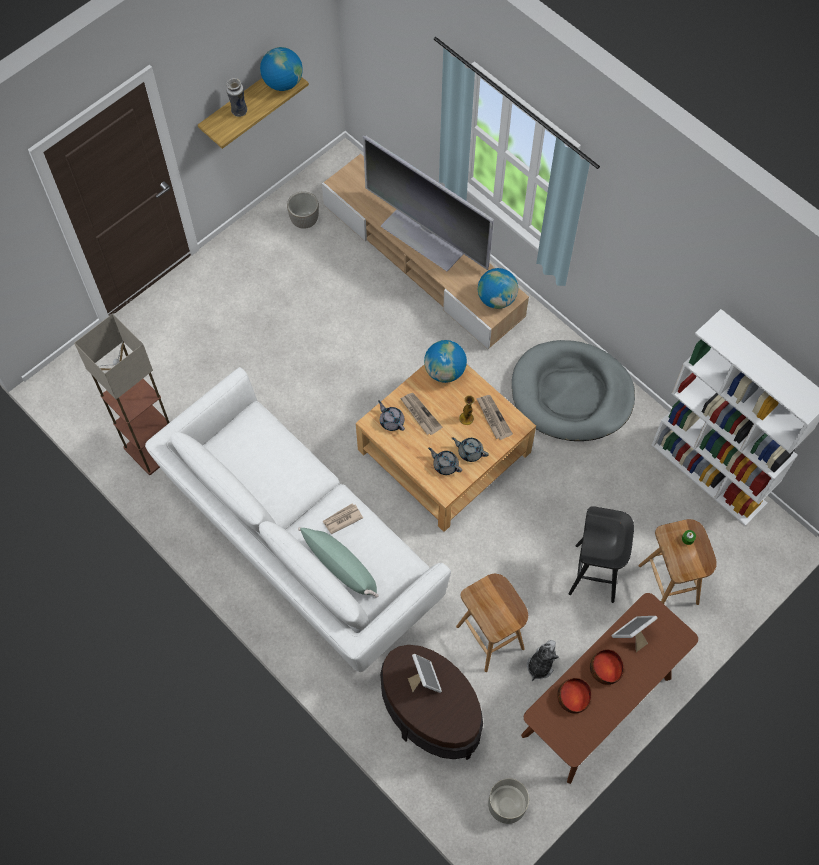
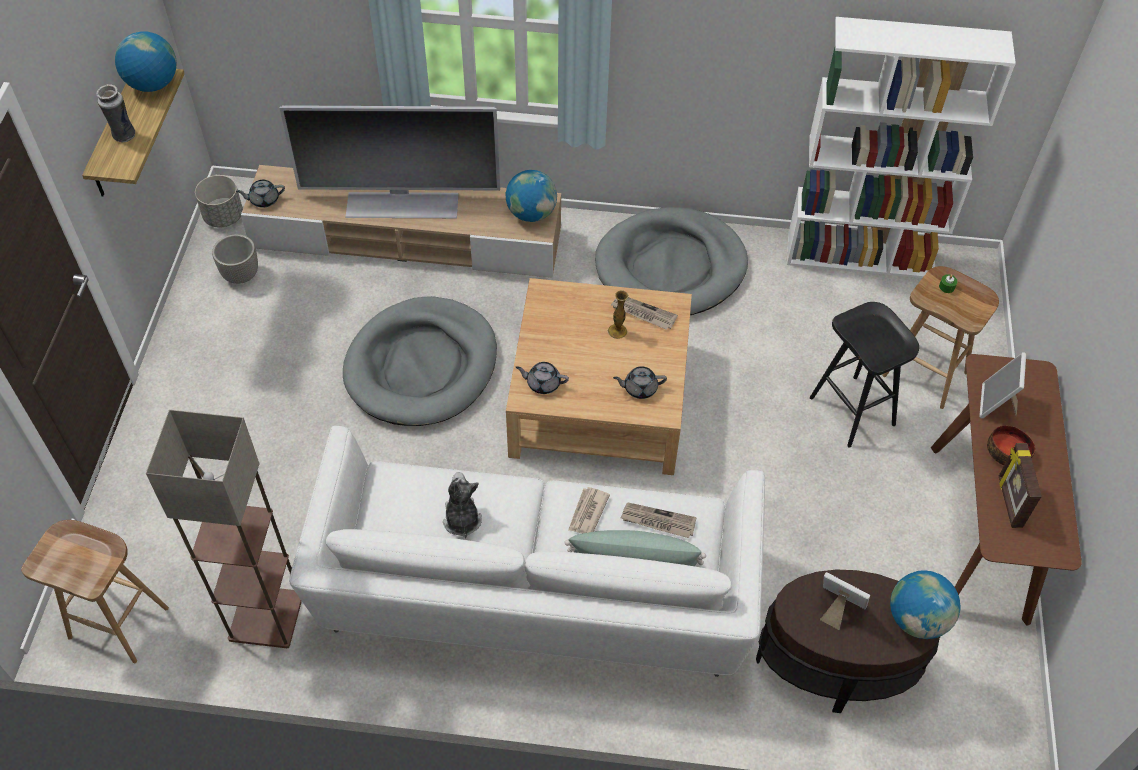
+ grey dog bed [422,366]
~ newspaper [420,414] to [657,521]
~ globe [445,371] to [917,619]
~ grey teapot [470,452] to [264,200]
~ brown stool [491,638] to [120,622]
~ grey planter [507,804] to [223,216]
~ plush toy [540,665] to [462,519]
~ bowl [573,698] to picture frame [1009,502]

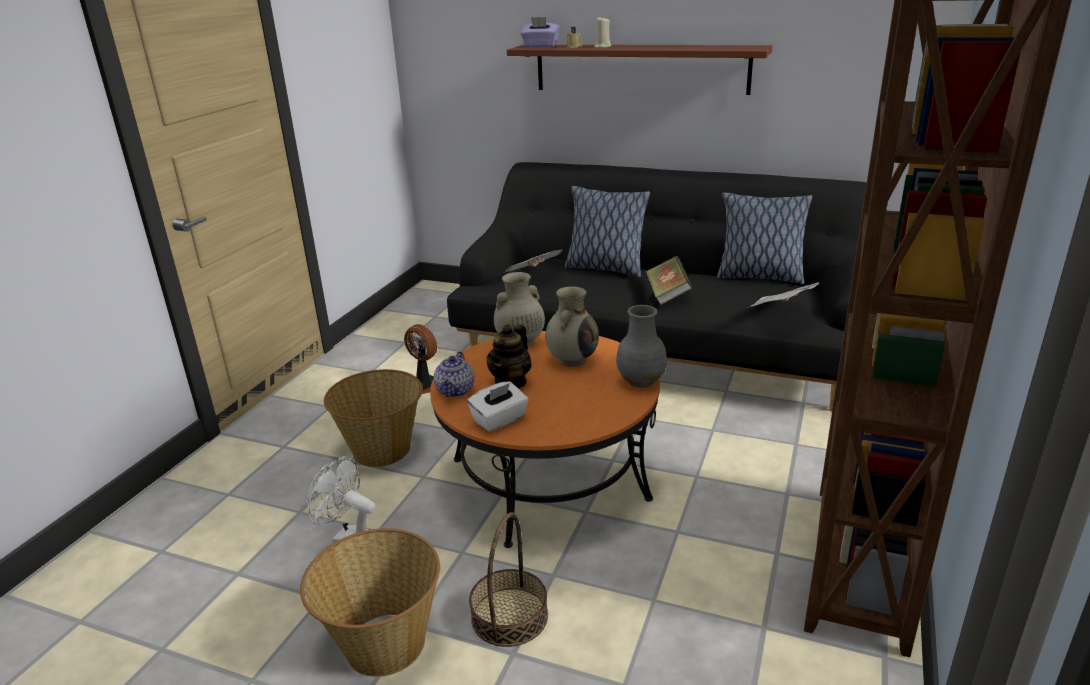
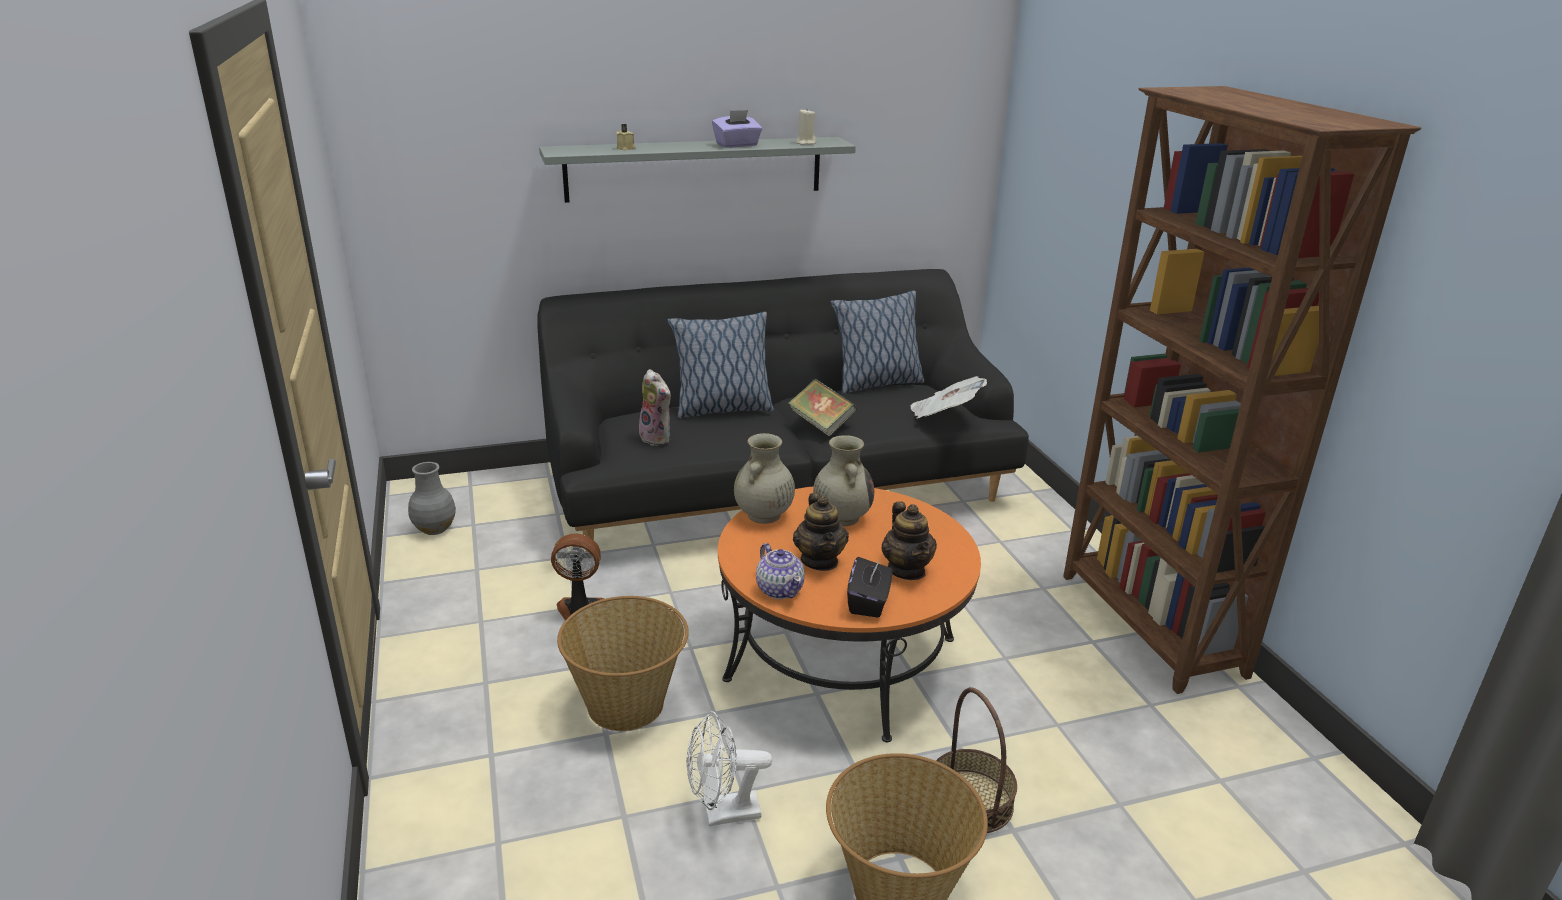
+ teapot [907,570]
~ purple tissue box [540,46] to [737,145]
~ beige candle [602,47] to [805,143]
~ grey vase [641,381] to [435,528]
~ newspaper [533,276] to plush toy [658,438]
~ white tissue box [499,420] to black tissue box [868,602]
~ brown shelf [640,68] to grey shelf [695,168]

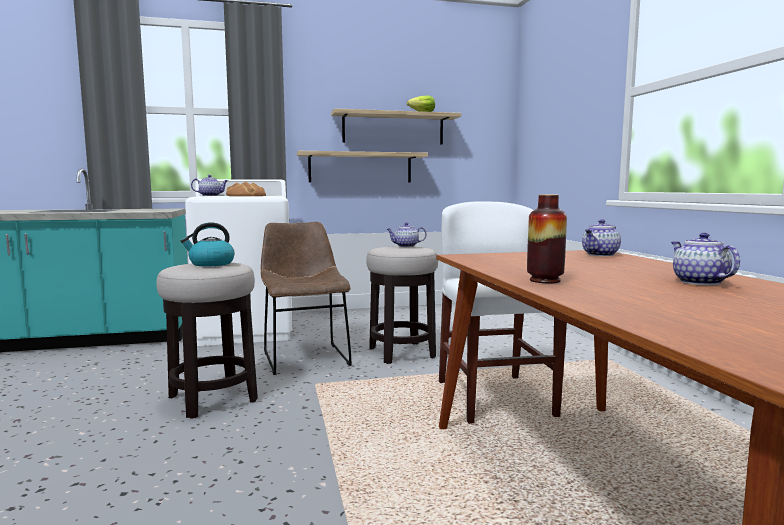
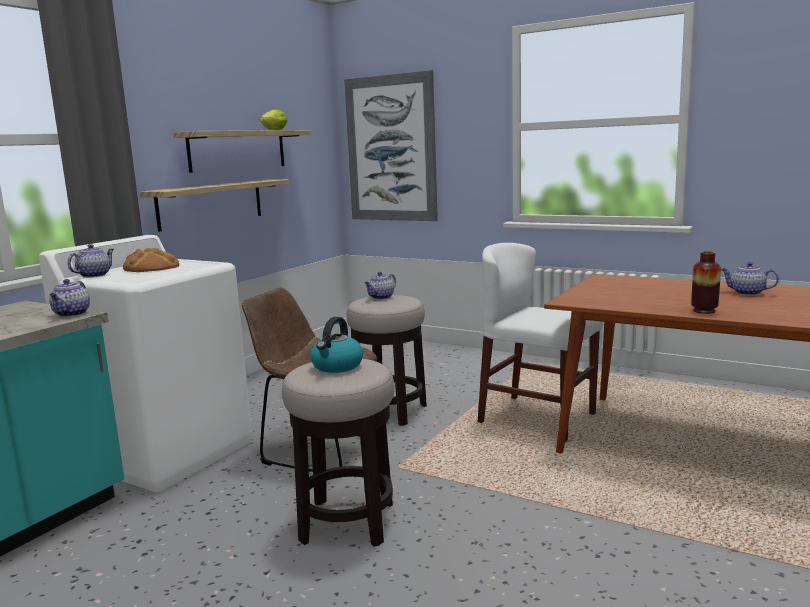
+ picture [391,149]
~ teapot [600,255] to [72,314]

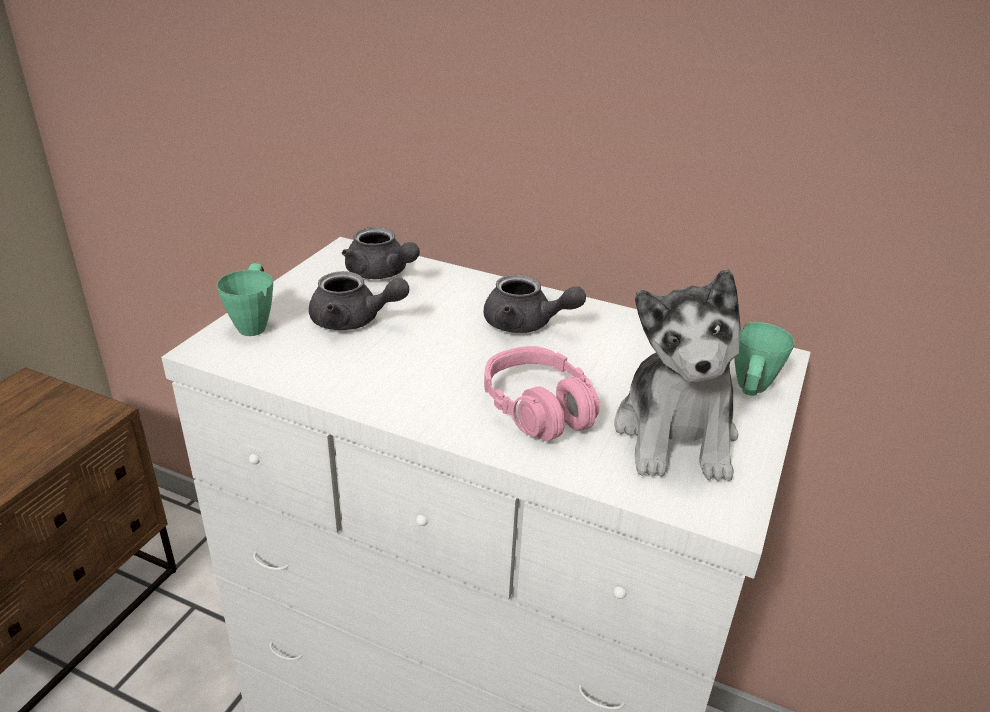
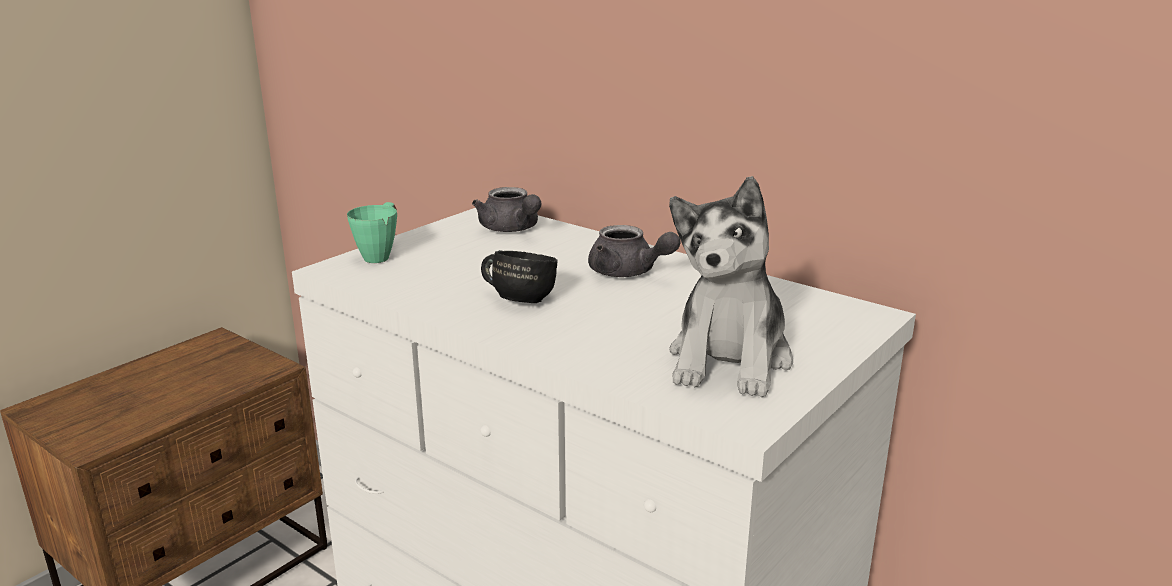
- grey teapot [354,321]
- pink headphones [538,409]
- green mug [750,392]
+ black mug [519,298]

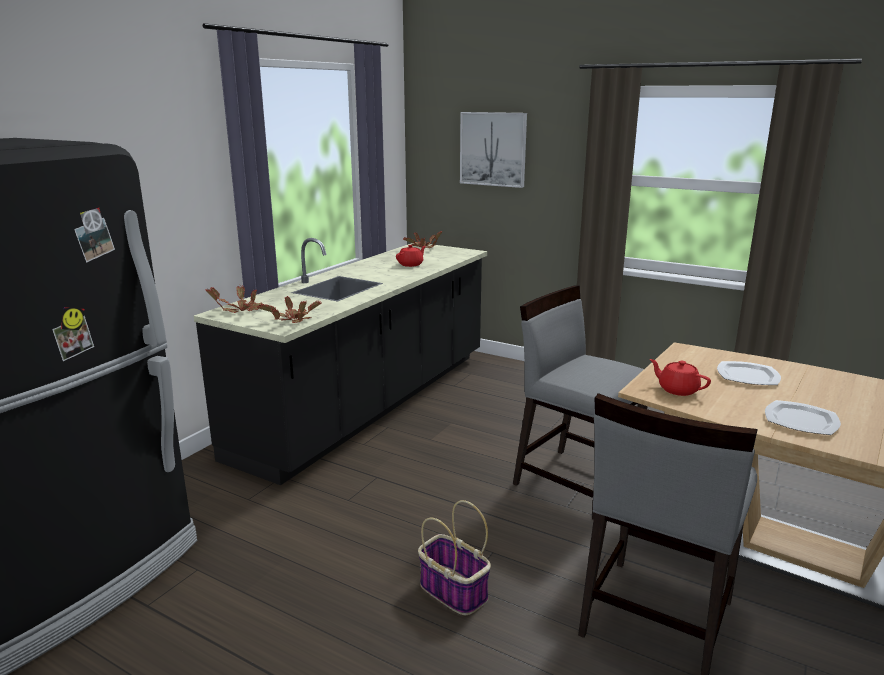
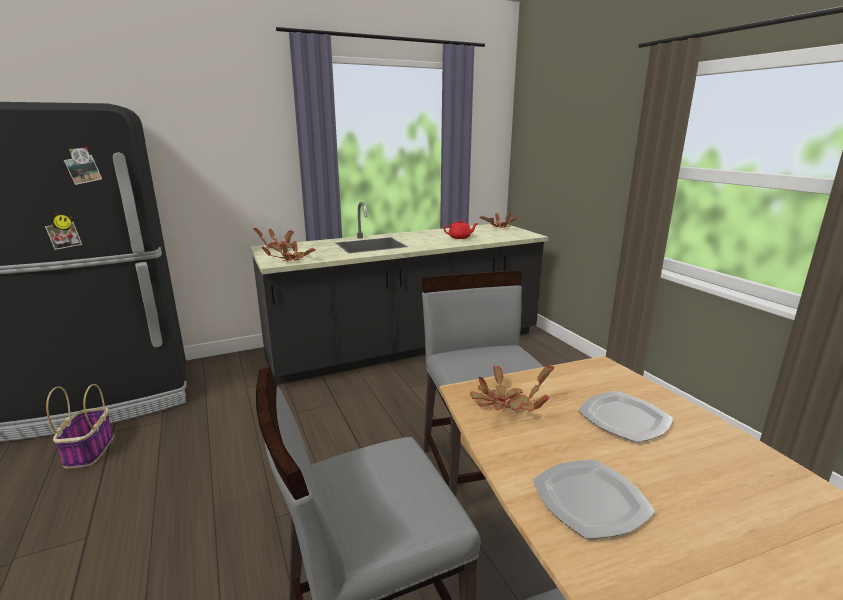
- picture [493,149]
~ basket [452,591] to [89,450]
~ red teapot [677,390] to potted plant [504,404]

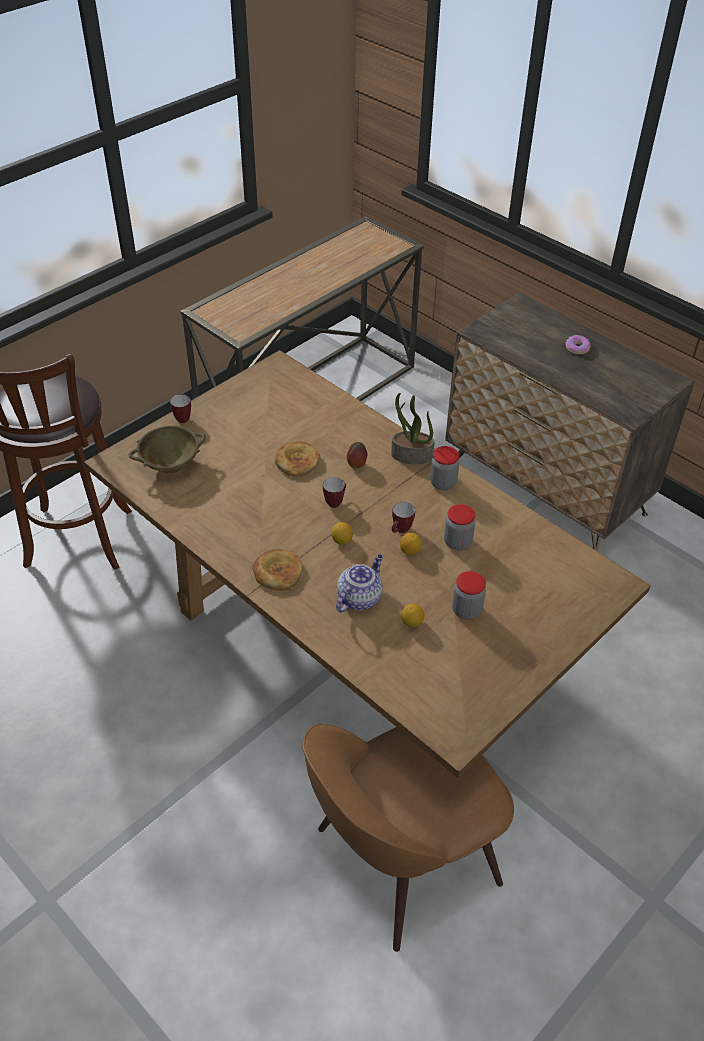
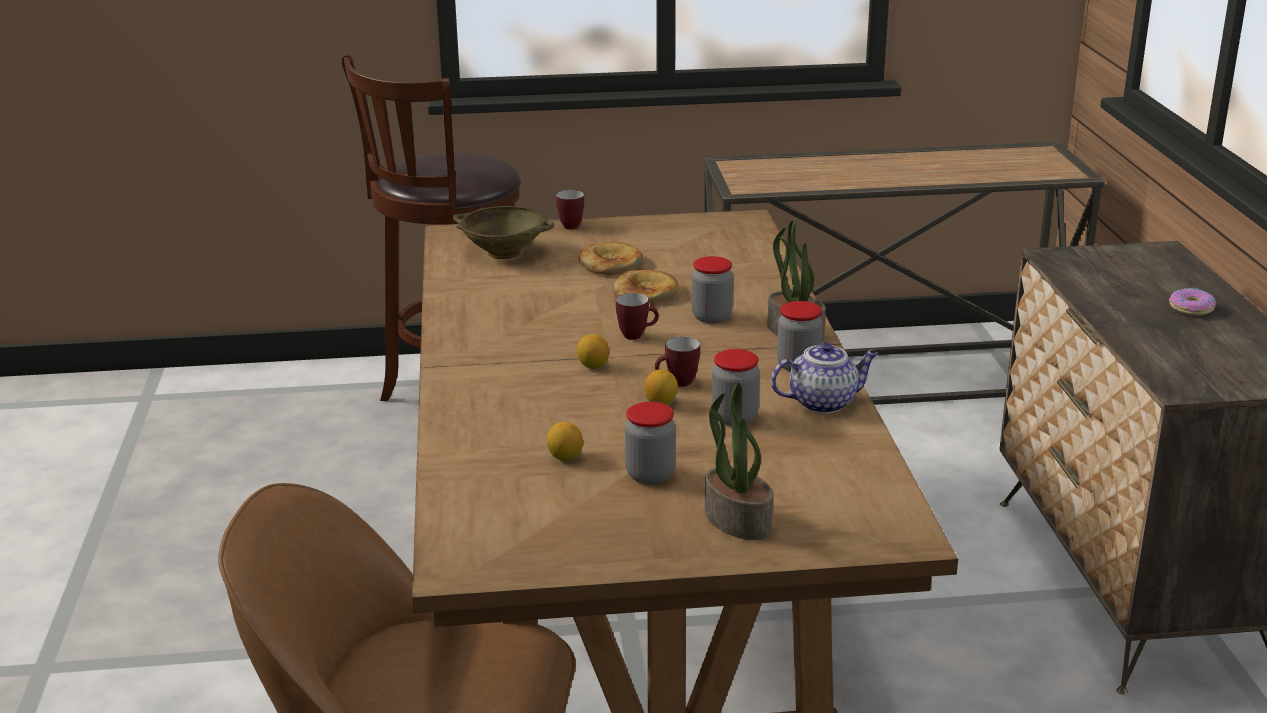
+ potted plant [735,520]
~ bread [278,572] to [610,263]
~ teapot [359,598] to [824,402]
~ apple [356,465] to jar [711,317]

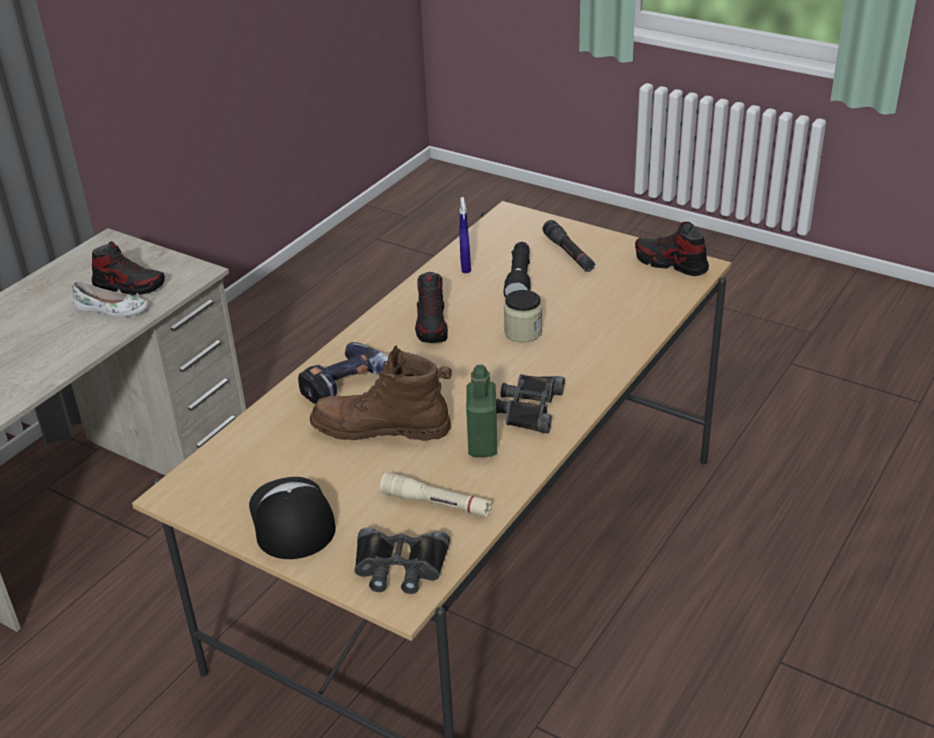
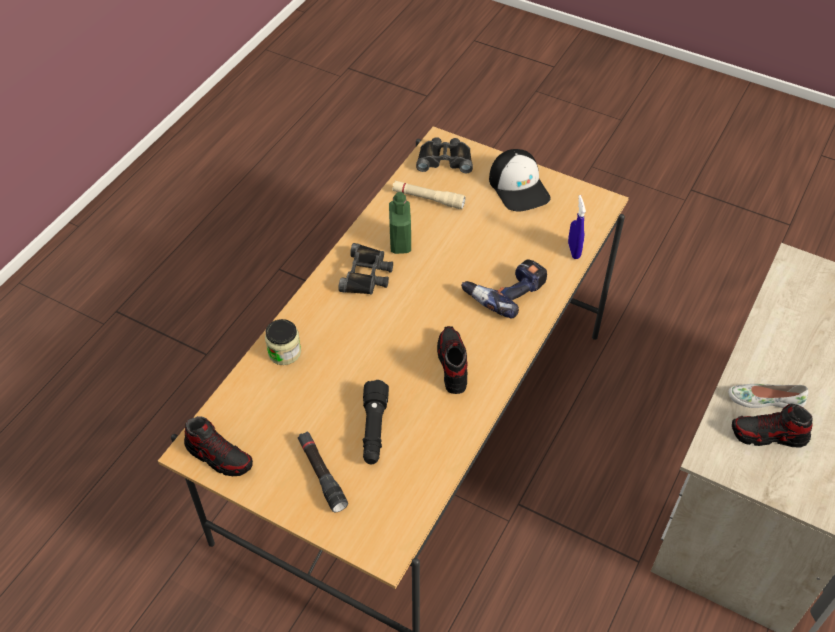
- brown boot [381,428]
~ blue spray bottle [465,267] to [574,250]
~ jar [523,332] to [284,352]

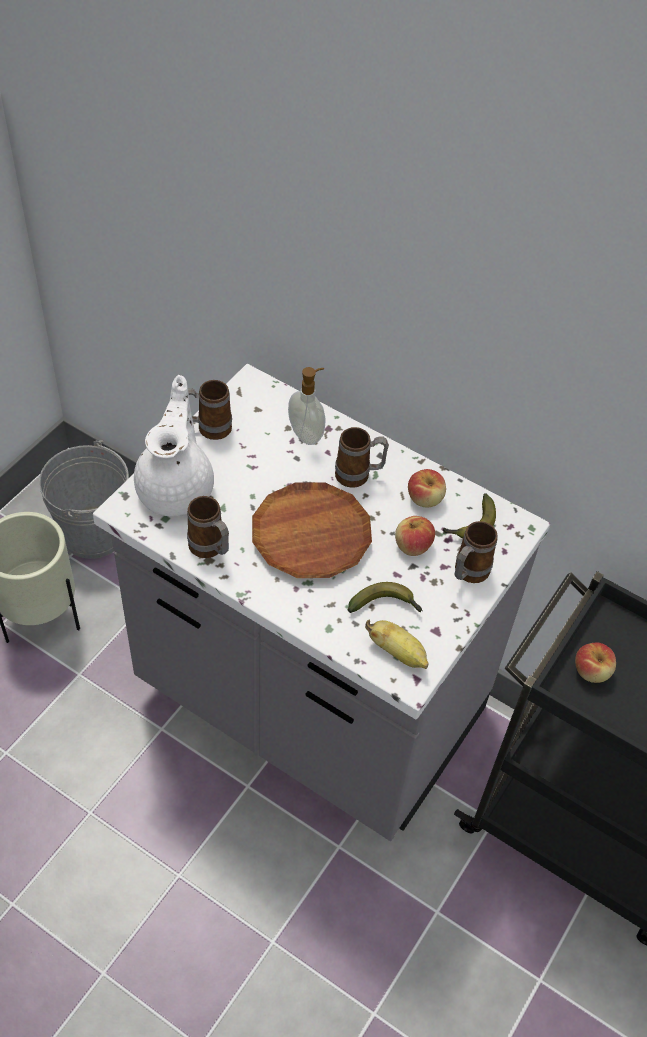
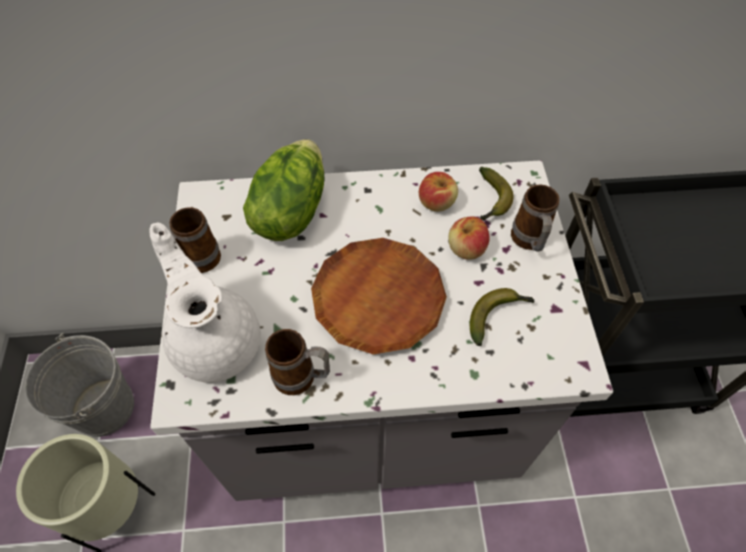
- mug [359,476]
- banana [398,653]
- apple [592,671]
~ soap dispenser [307,434] to lettuce [290,211]

